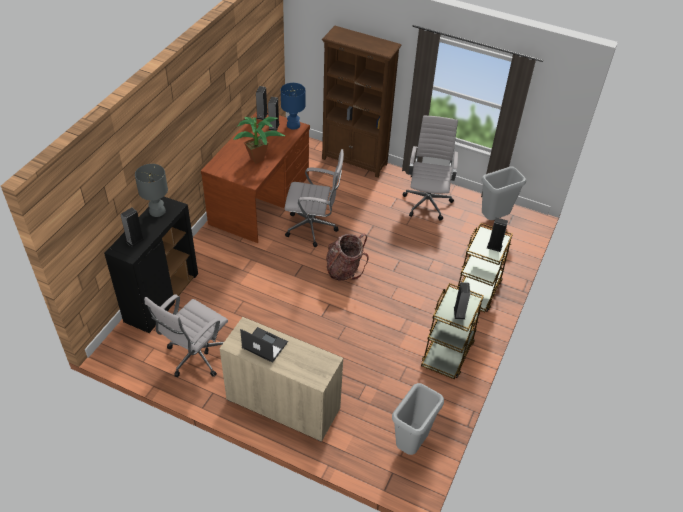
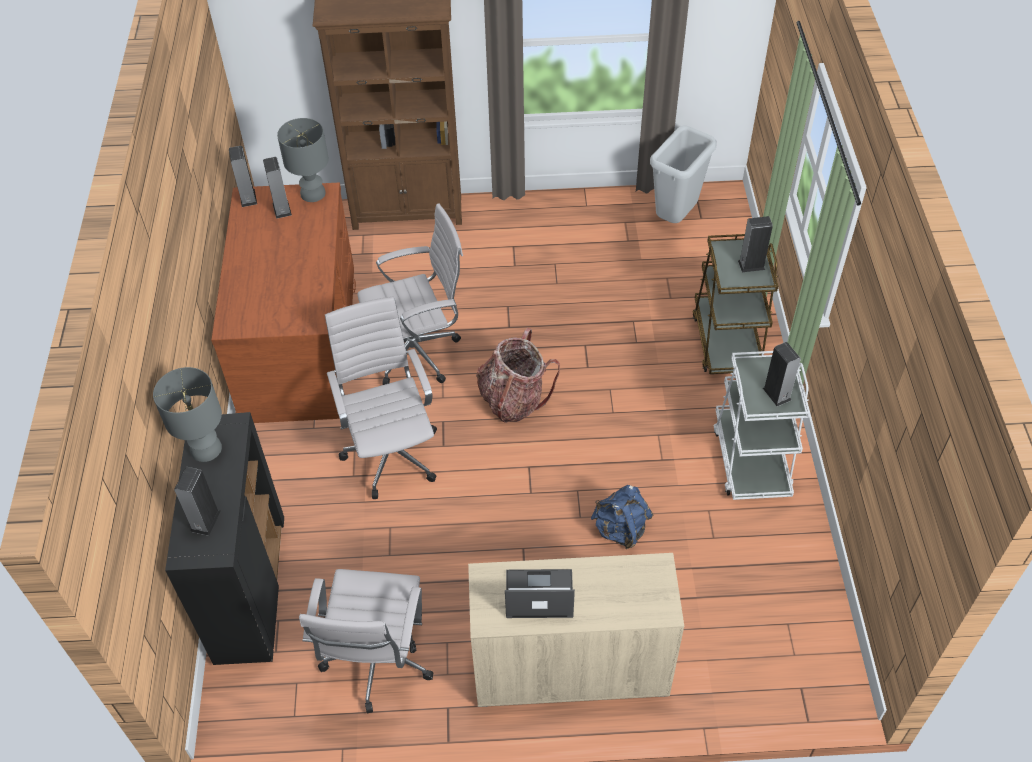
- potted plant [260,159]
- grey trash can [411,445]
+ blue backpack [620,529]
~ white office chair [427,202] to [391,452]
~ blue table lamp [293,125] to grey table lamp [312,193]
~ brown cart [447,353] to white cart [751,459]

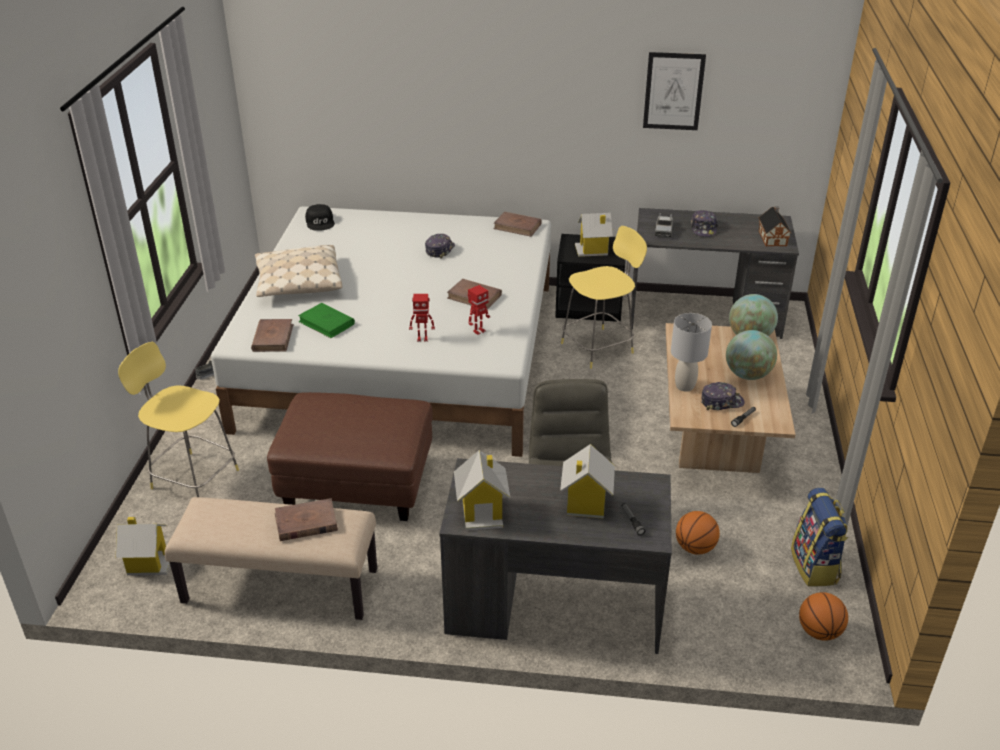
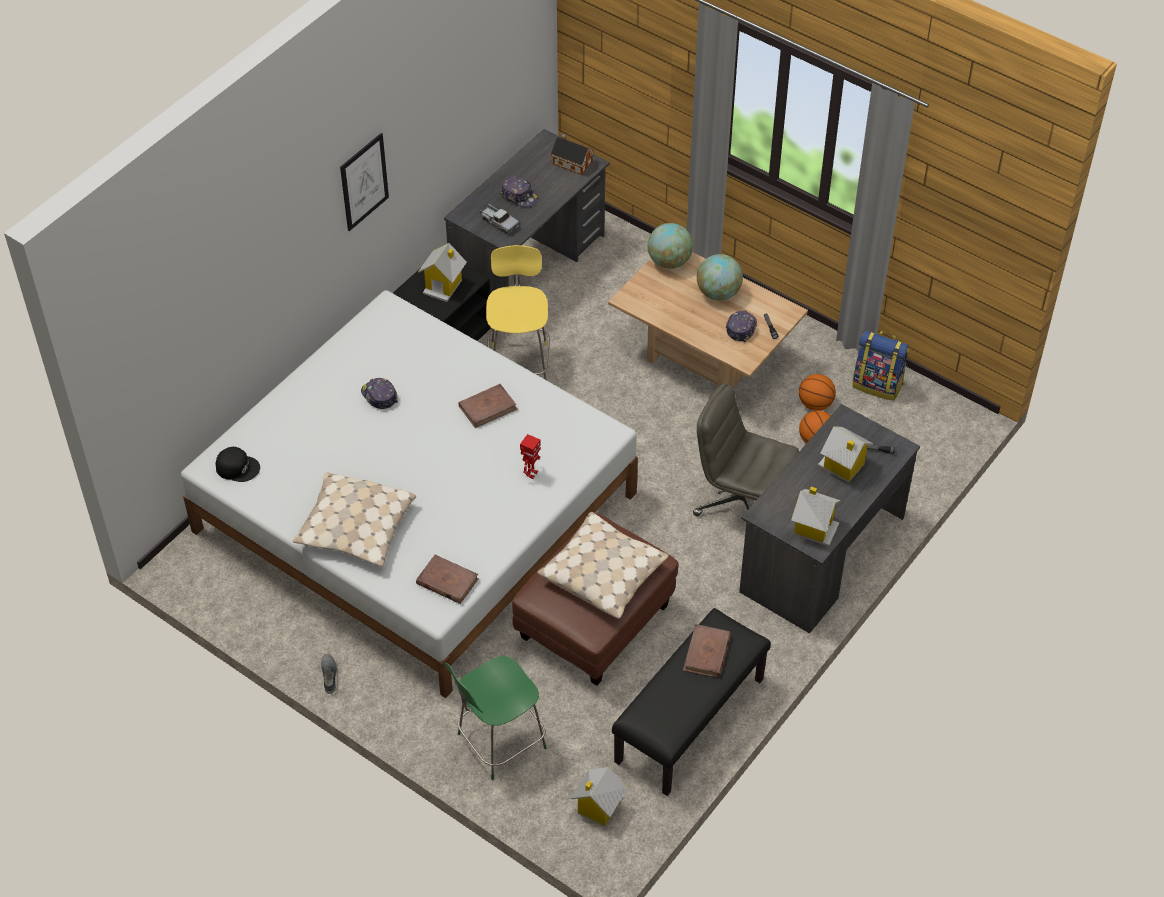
- green book [327,323]
- toy robot [478,331]
- brown book [517,226]
- grey table lamp [685,386]
+ beige pillow [603,573]
~ picture [673,91] to [364,182]
~ basketball [819,632] to [815,404]
~ yellow stool [192,478] to green stool [498,742]
~ beige bench [279,587] to black bench [690,721]

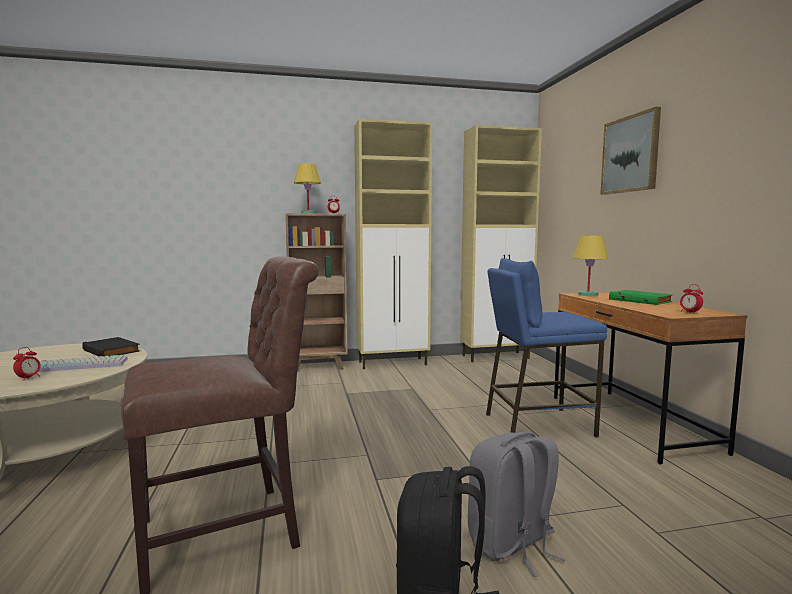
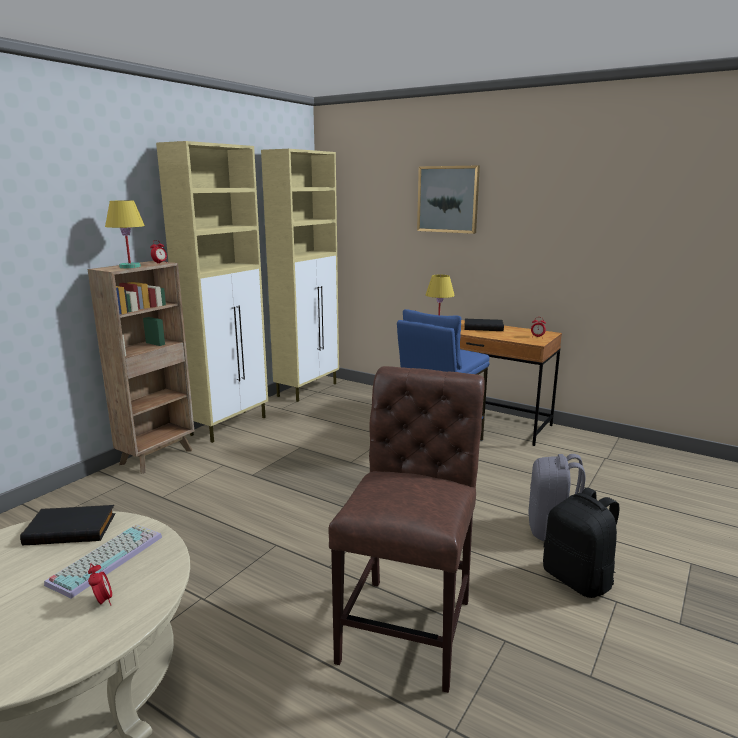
~ green book [641,300] to black book [483,327]

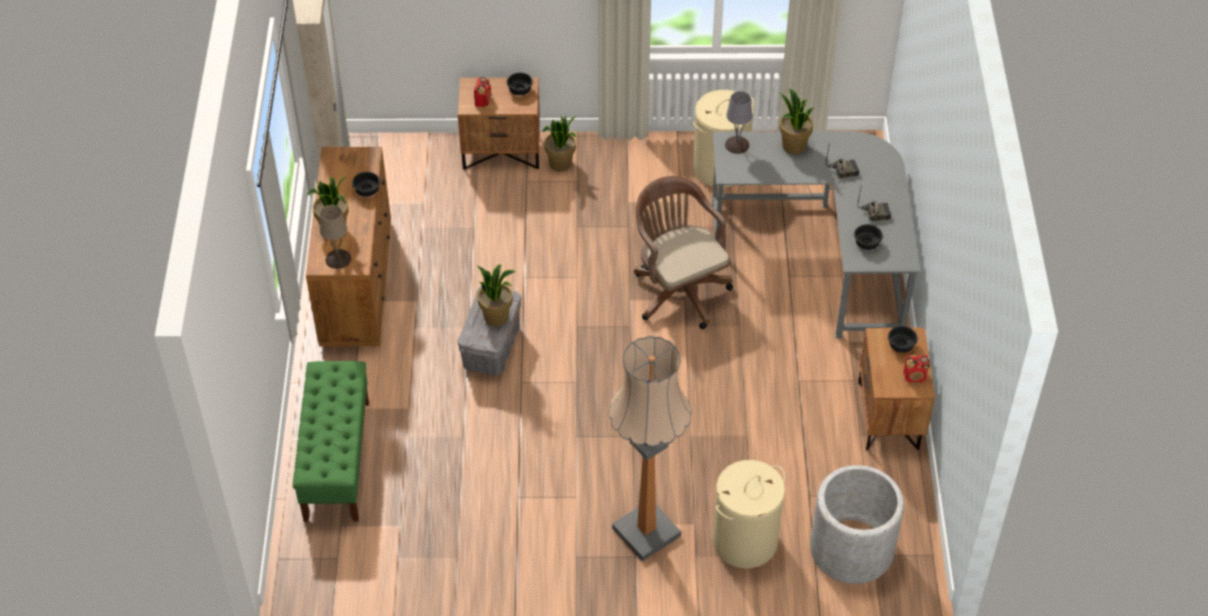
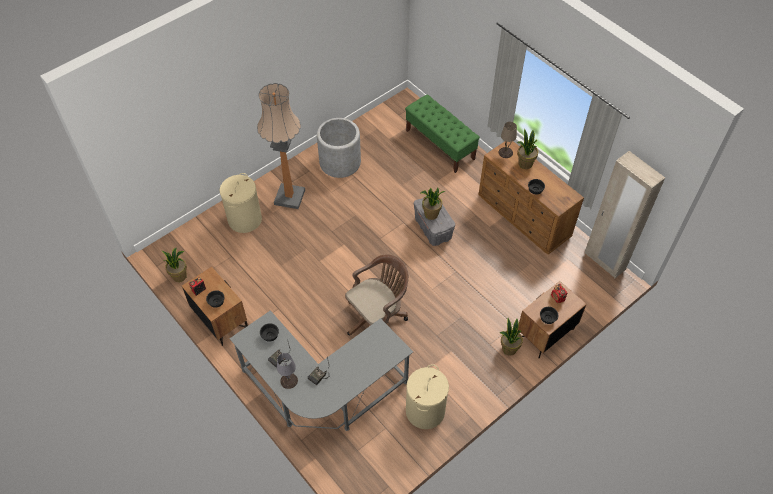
~ grey table lamp [737,145] to [288,380]
~ potted plant [793,146] to [179,276]
~ grey planter [851,549] to [340,162]
~ brown office chair [678,289] = [378,317] 60 degrees counterclockwise

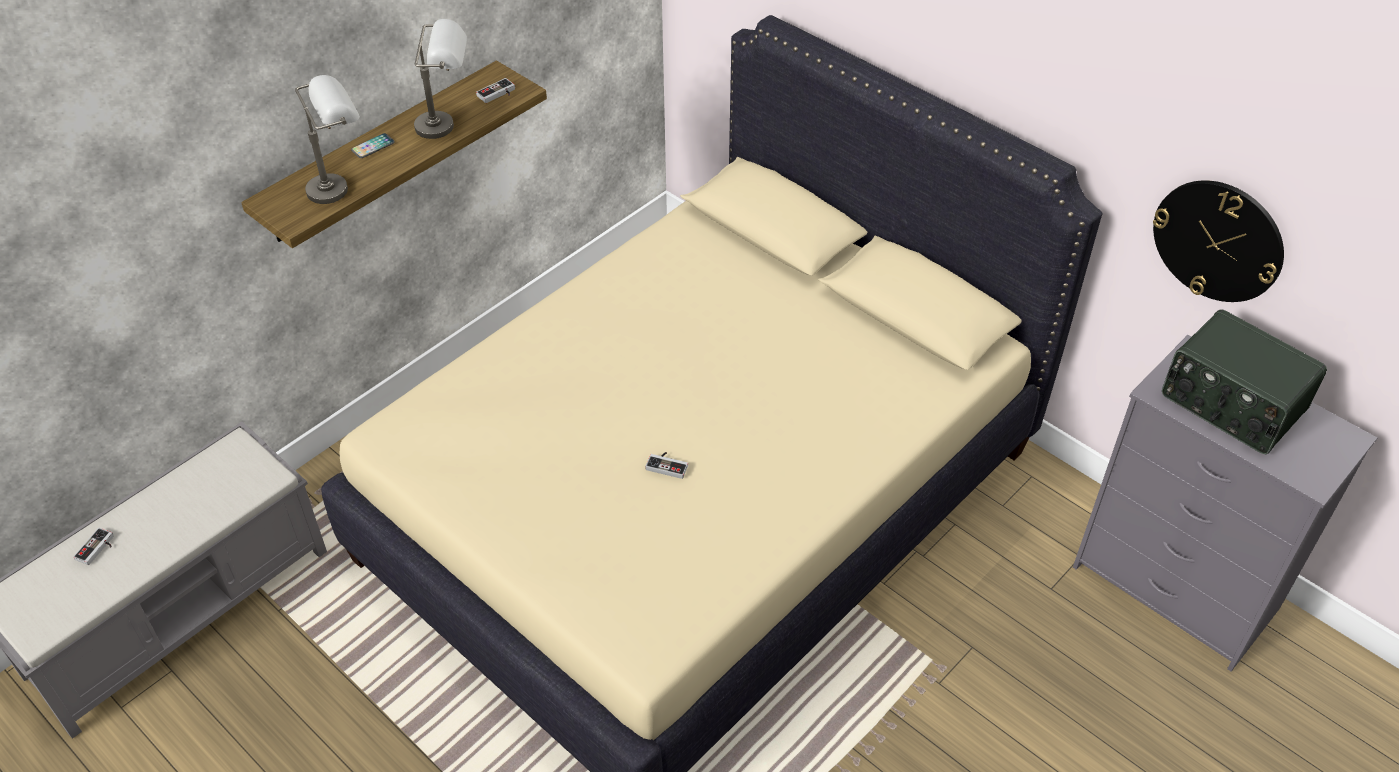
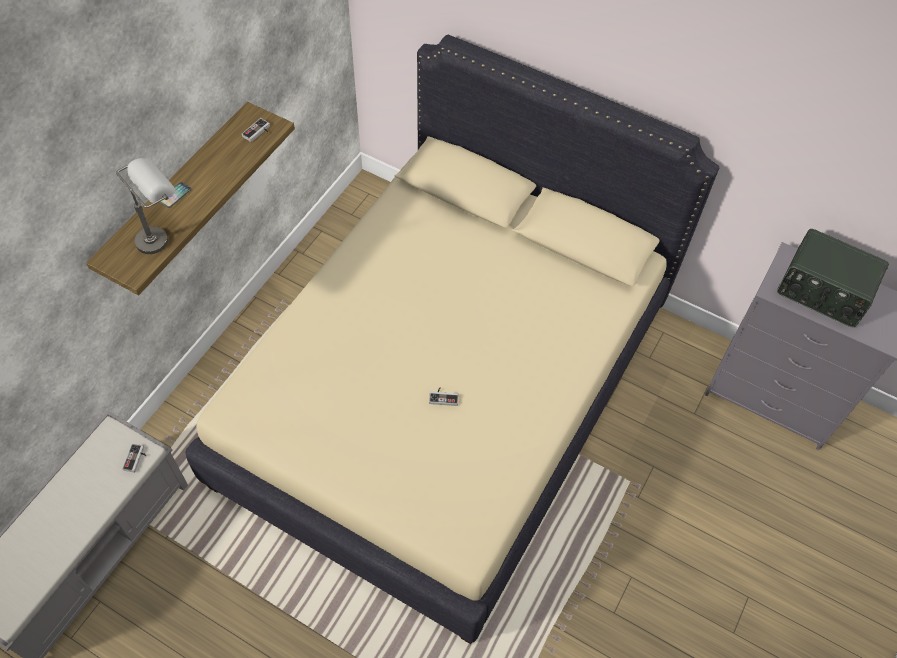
- grey table lamp [448,126]
- wall clock [1218,240]
~ game controller [98,549] to [136,459]

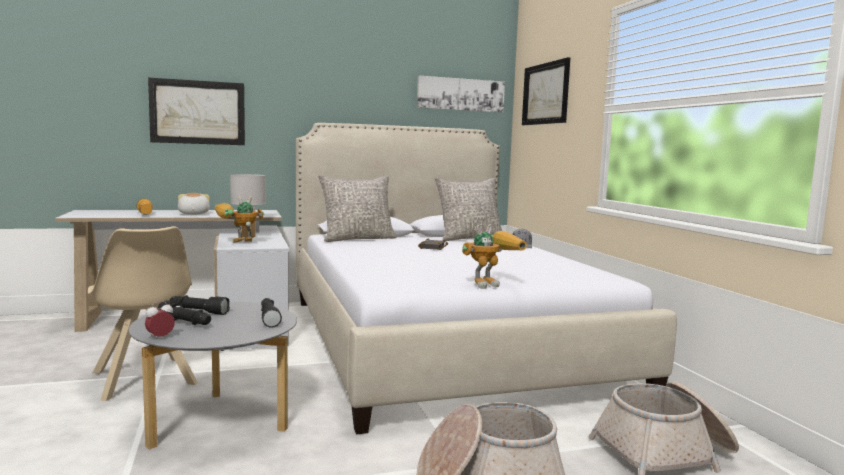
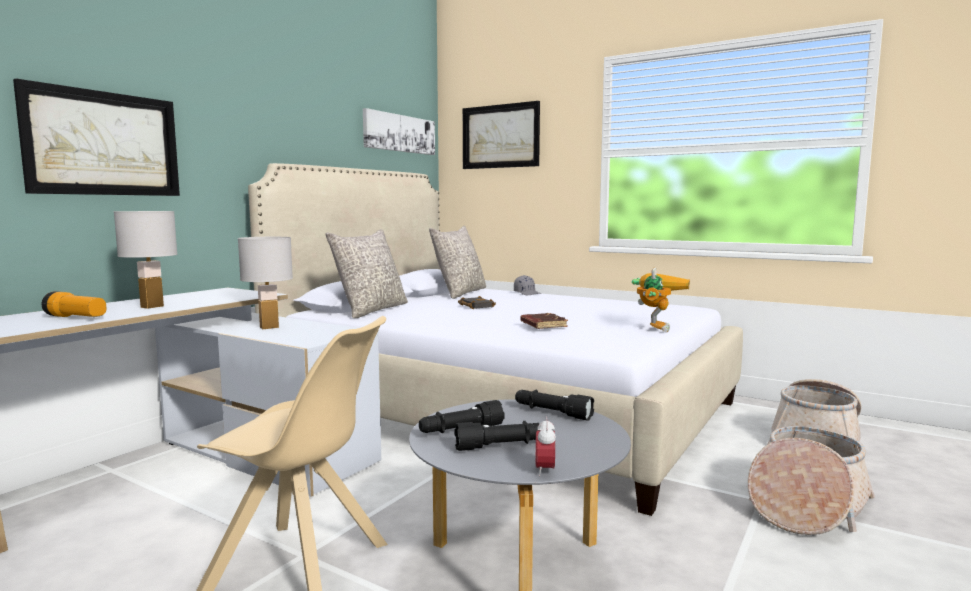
- toy robot [236,244]
+ brown book [542,325]
~ plush toy [193,214] to white table lamp [152,307]

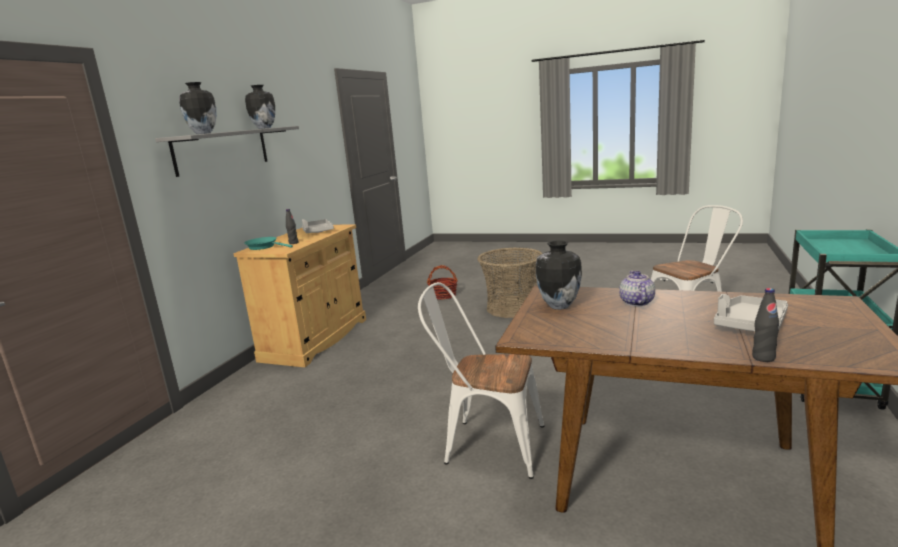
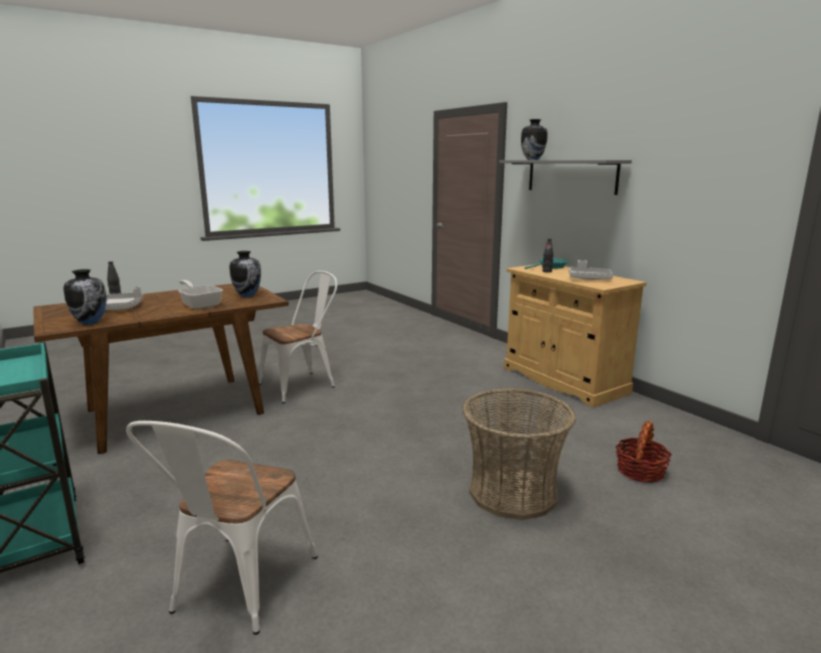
~ vase [264,128] to [91,322]
~ teapot [636,302] to frying pan [200,305]

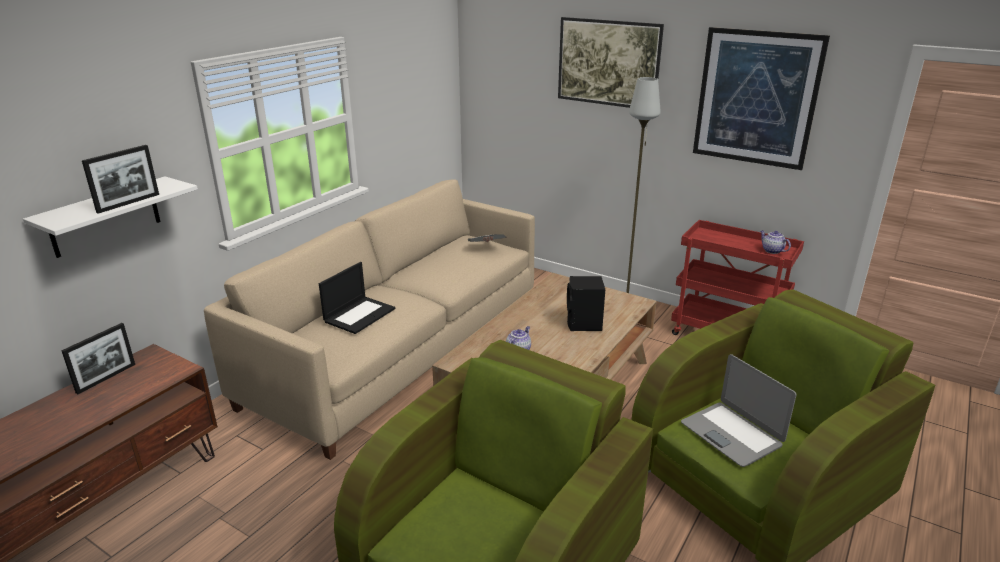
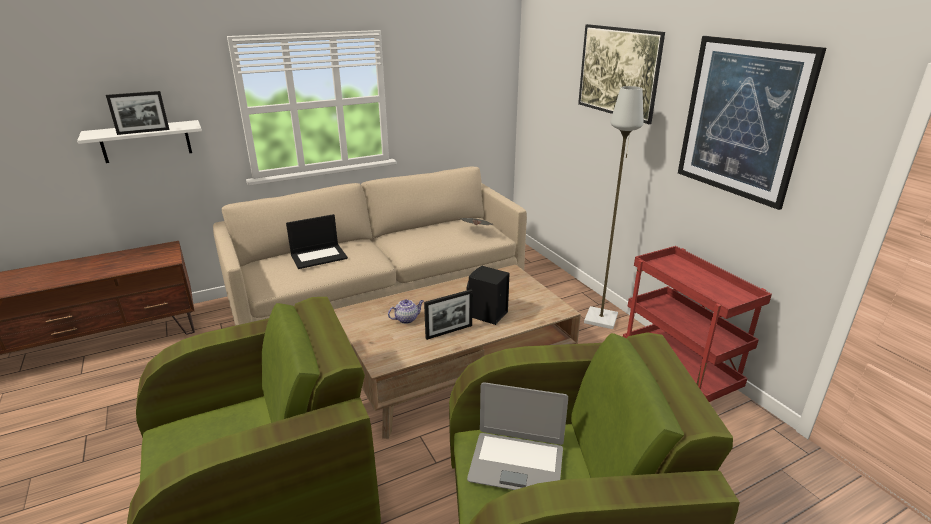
- teapot [772,250]
~ picture frame [106,378] to [449,332]
~ laptop [731,434] = [516,463] 75 degrees counterclockwise

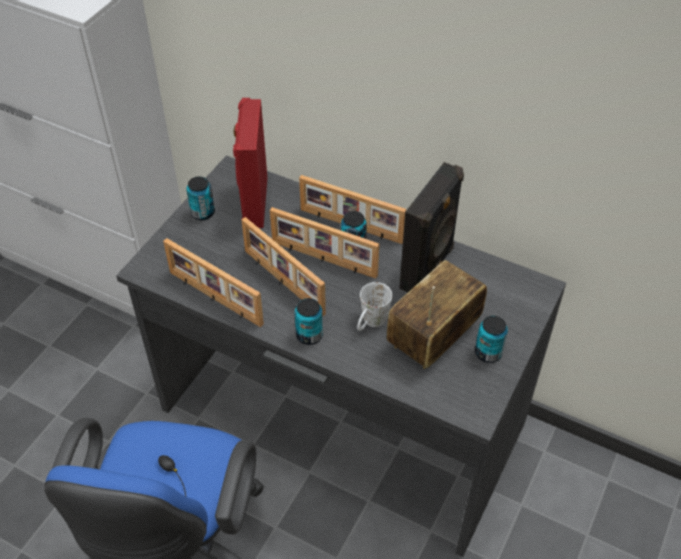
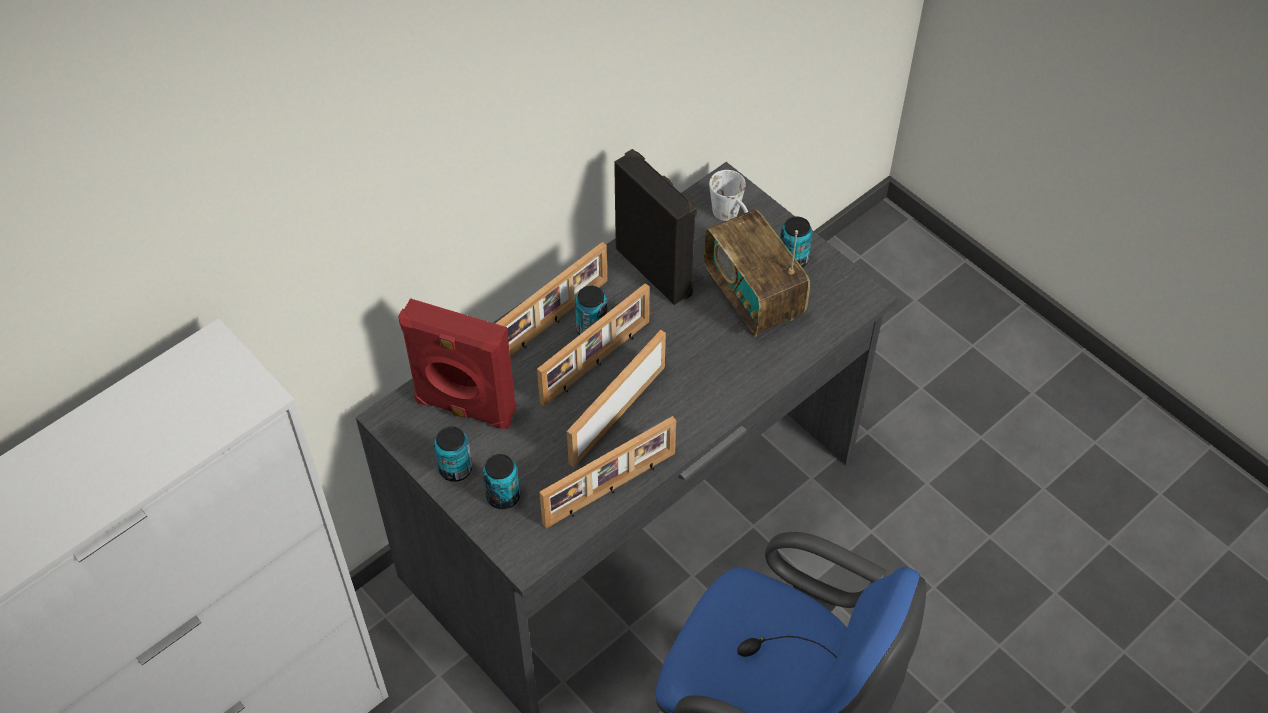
~ can [309,335] to [503,496]
~ white mug [370,323] to [731,216]
~ picture frame [282,282] = [615,413] 150 degrees clockwise

